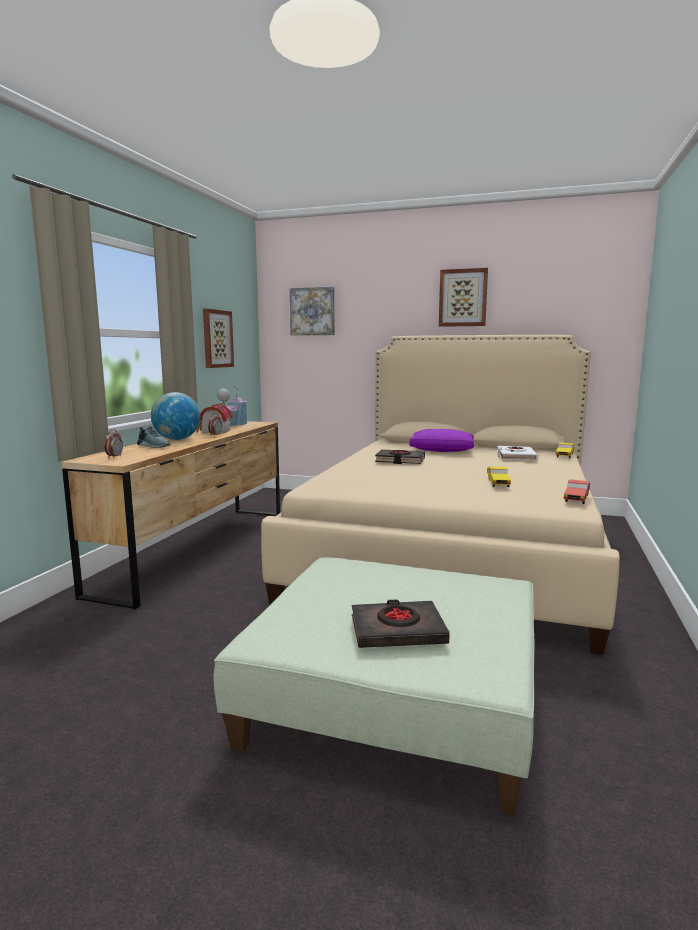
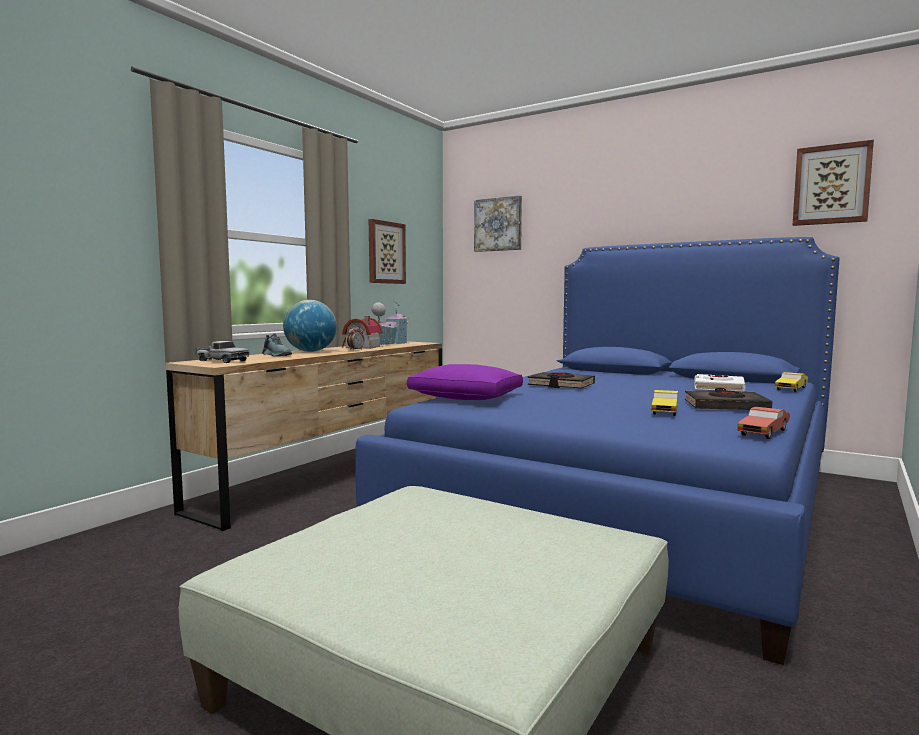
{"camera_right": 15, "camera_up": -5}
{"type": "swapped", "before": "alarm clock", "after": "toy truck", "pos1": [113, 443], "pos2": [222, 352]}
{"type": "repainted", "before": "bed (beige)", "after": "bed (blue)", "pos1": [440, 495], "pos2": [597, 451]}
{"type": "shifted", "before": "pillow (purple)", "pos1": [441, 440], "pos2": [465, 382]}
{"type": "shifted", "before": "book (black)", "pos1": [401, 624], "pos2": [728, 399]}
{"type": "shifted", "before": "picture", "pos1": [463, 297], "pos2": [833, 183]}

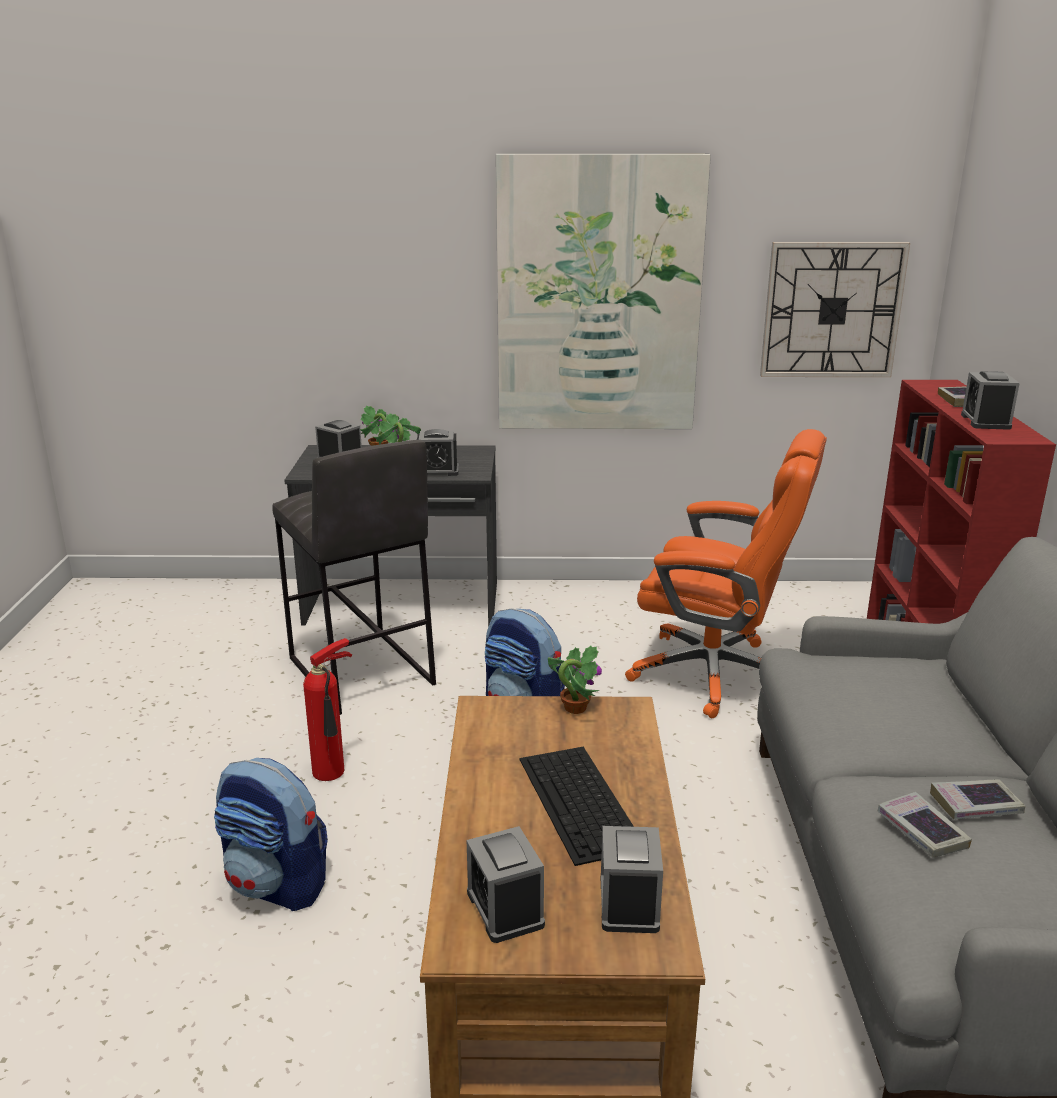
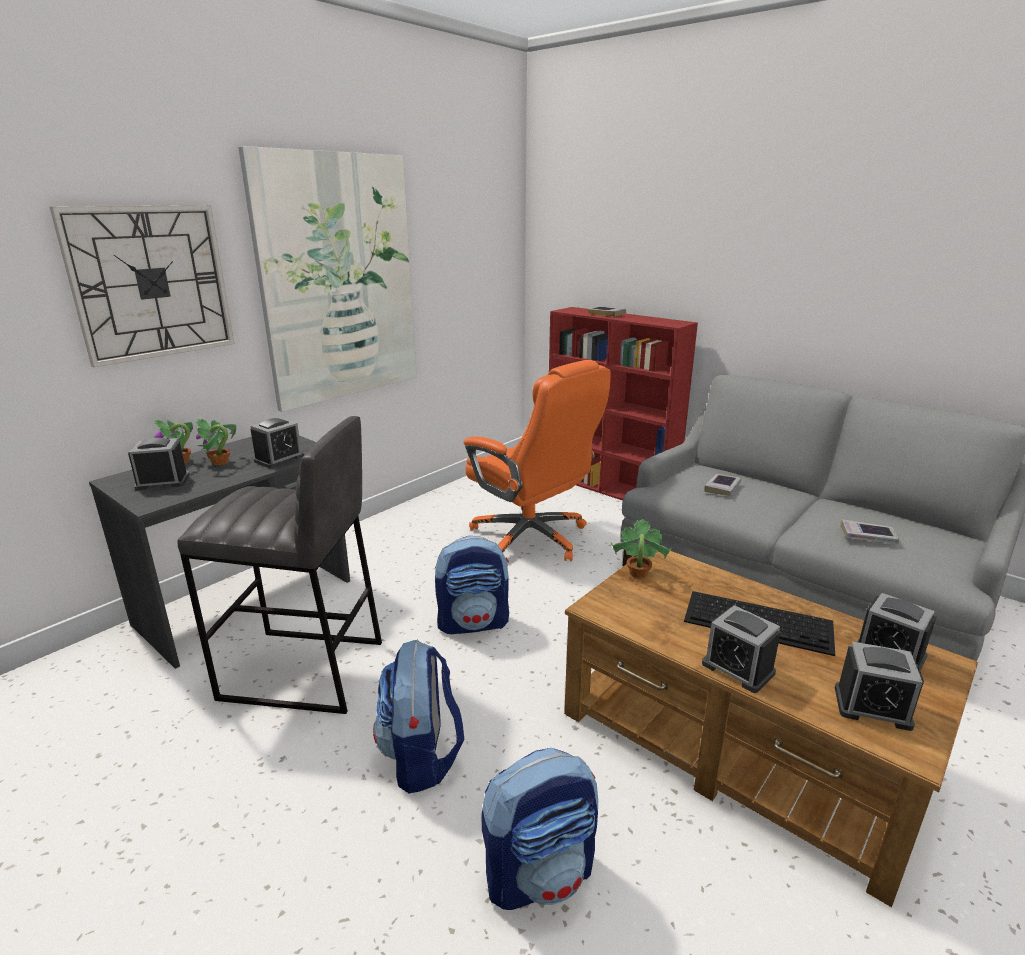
{"camera_right": -50, "camera_up": 0}
{"type": "shifted", "before": "wall clock", "pos1": [835, 309], "pos2": [142, 286]}
{"type": "swapped", "before": "fire extinguisher", "after": "backpack", "pos1": [327, 709], "pos2": [418, 716]}
{"type": "rotated", "before": "office chair (orange)", "pos1": [726, 573], "pos2": [537, 460], "turn": 75}
{"type": "shifted", "before": "alarm clock", "pos1": [990, 400], "pos2": [741, 649]}
{"type": "shifted", "before": "book", "pos1": [977, 799], "pos2": [722, 485]}

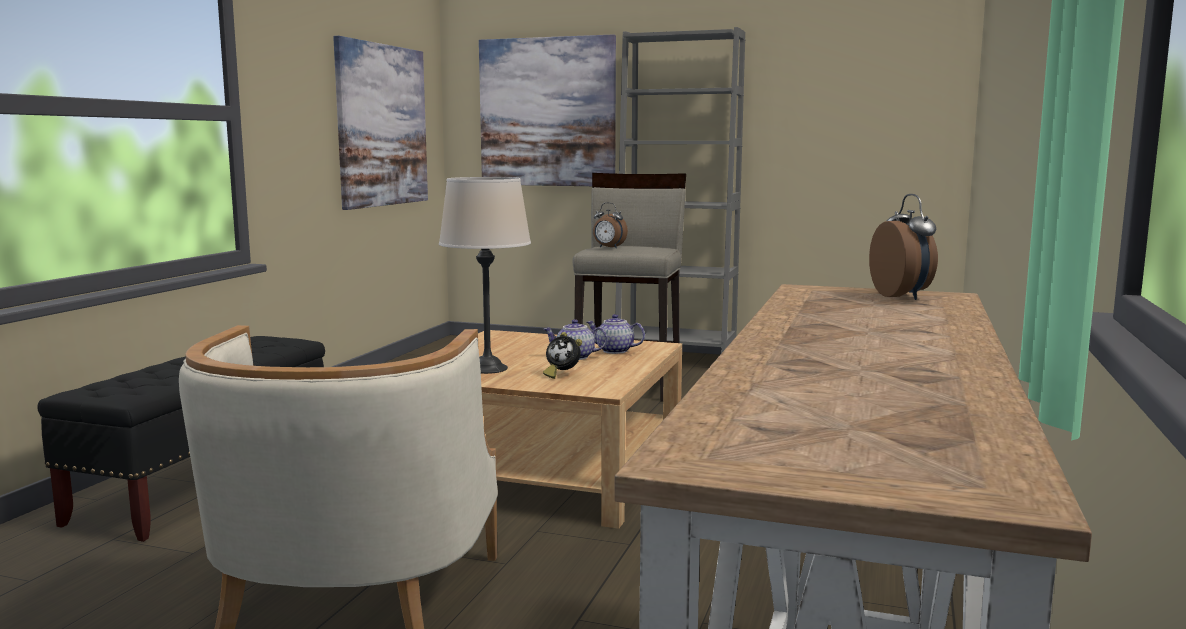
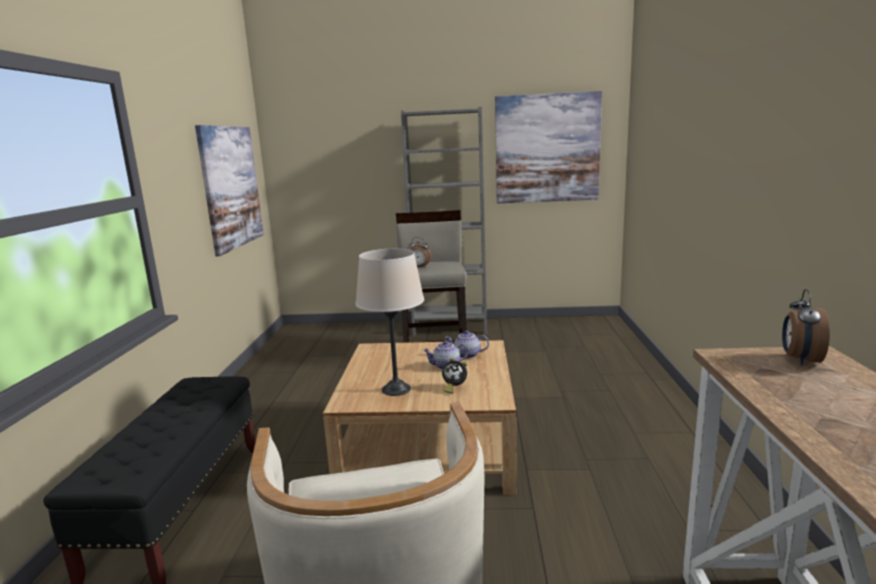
{"camera_right": -15, "camera_up": 5}
{"type": "shifted", "before": "picture", "pos1": [547, 110], "pos2": [548, 147]}
{"type": "rotated", "before": "alarm clock", "pos1": [903, 247], "pos2": [806, 327], "turn": -135}

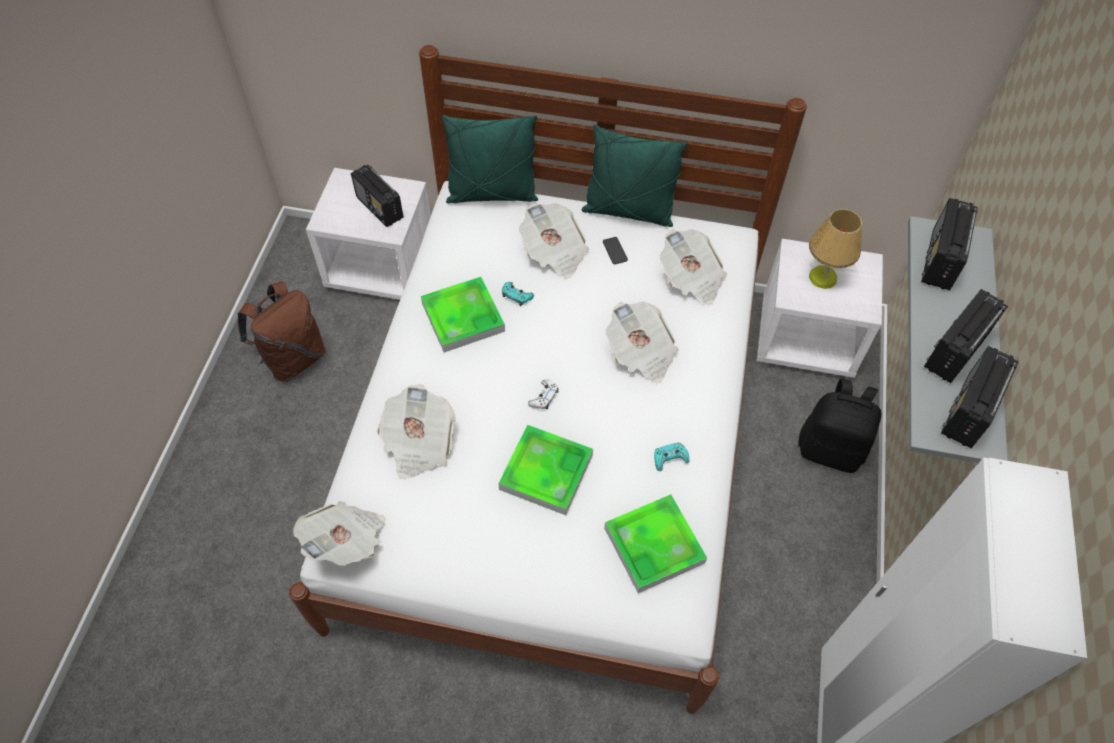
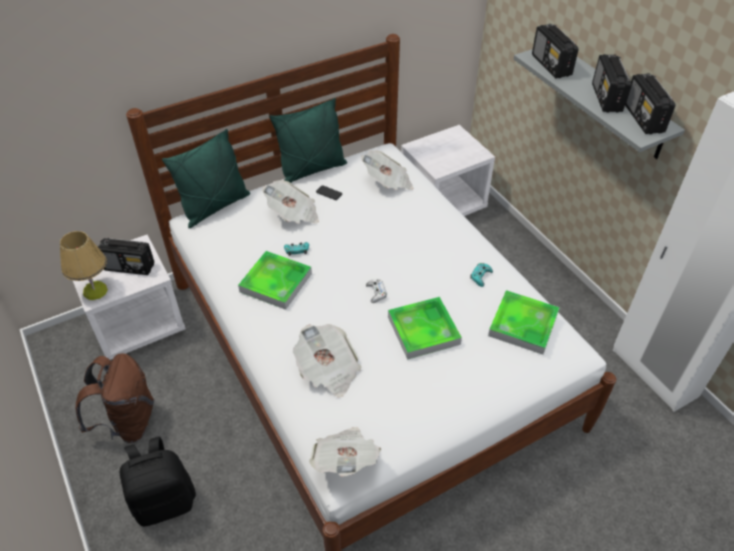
{"camera_right": -40, "camera_up": -10}
{"type": "shifted", "before": "table lamp", "pos1": [835, 249], "pos2": [84, 265]}
{"type": "shifted", "before": "backpack (black)", "pos1": [839, 426], "pos2": [158, 482]}
{"type": "gone", "before": "newspaper", "pos1": [642, 342]}

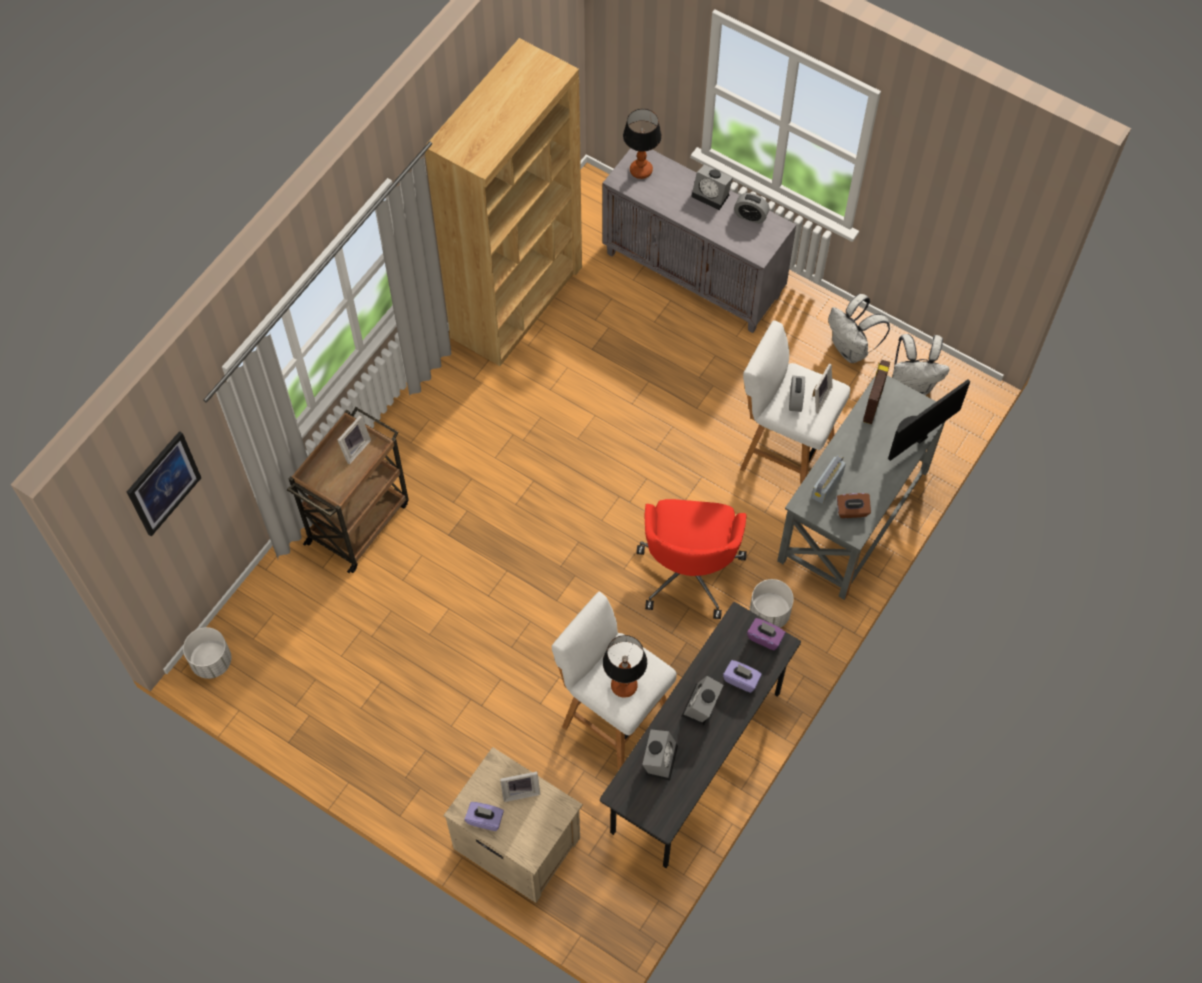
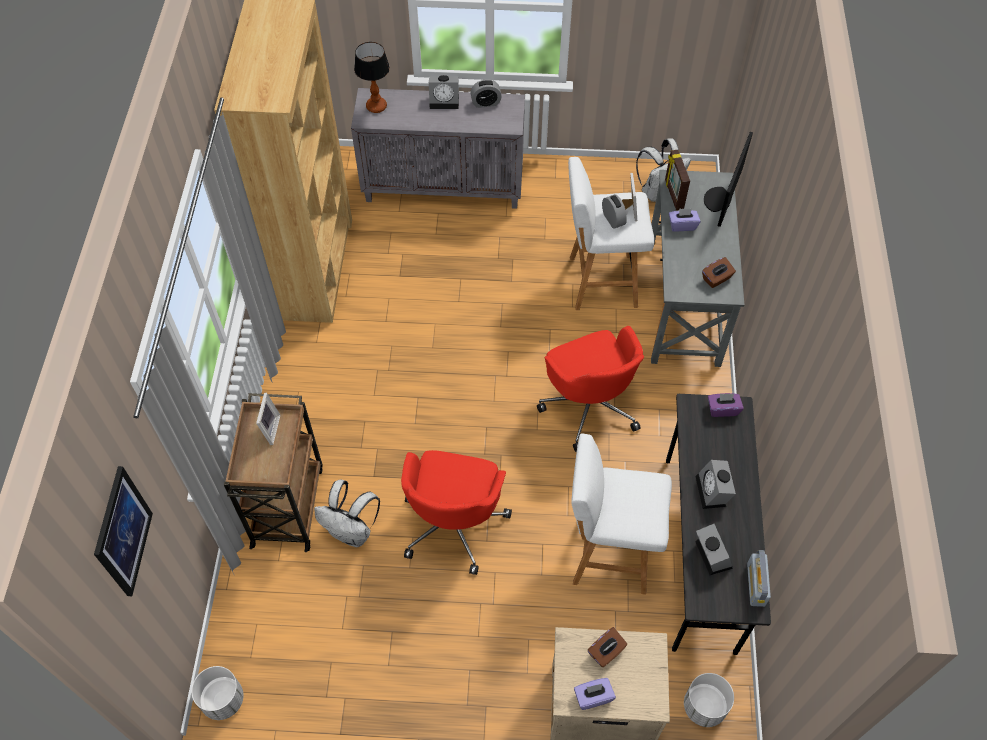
{"camera_right": -30, "camera_up": -5}
{"type": "shifted", "before": "backpack (white)", "pos1": [859, 328], "pos2": [347, 513]}
{"type": "new", "after": "office chair (red)", "pos2": [456, 512]}
{"type": "swapped", "before": "picture frame", "after": "tissue box (brown)", "pos1": [520, 787], "pos2": [607, 647]}
{"type": "shifted", "before": "tissue box (purple)", "pos1": [742, 676], "pos2": [684, 220]}
{"type": "shifted", "before": "planter (white)", "pos1": [772, 603], "pos2": [709, 700]}
{"type": "shifted", "before": "radio", "pos1": [828, 479], "pos2": [759, 578]}
{"type": "gone", "before": "table lamp", "pos1": [625, 666]}

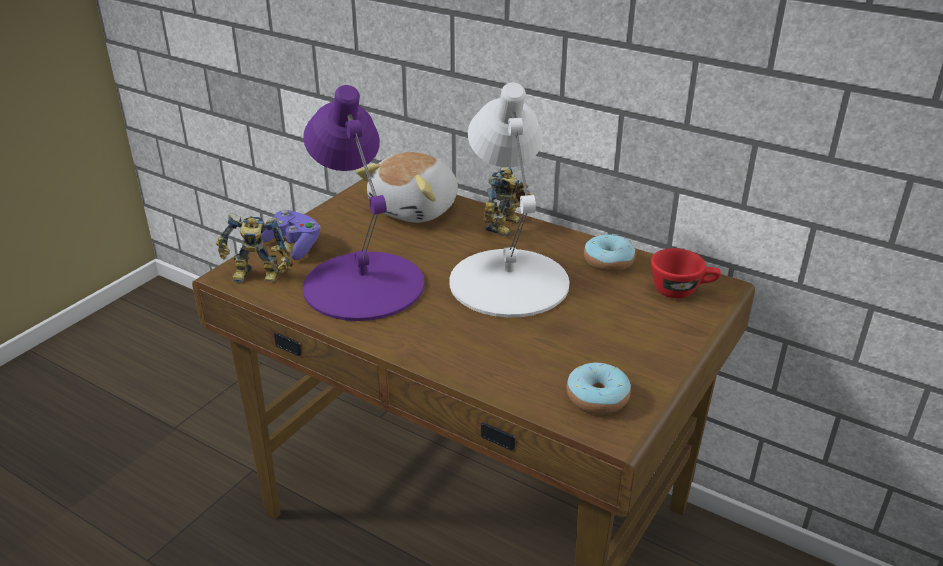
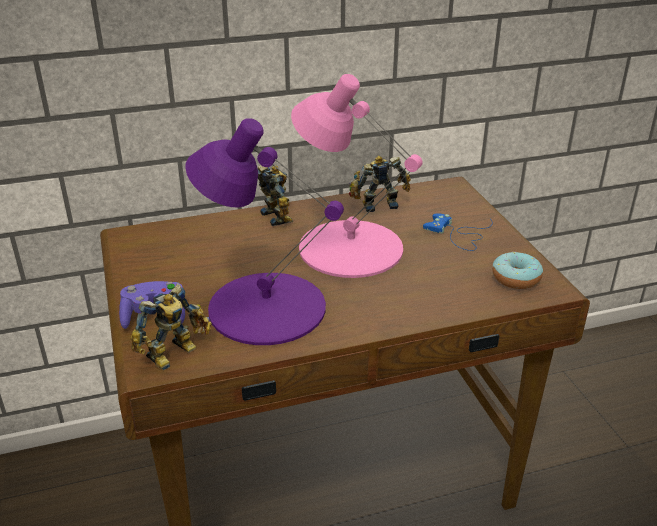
{"camera_right": -50, "camera_up": 0}
{"type": "repainted", "before": "table lamp (white)", "after": "table lamp (pink)", "pos1": [509, 199], "pos2": [357, 176]}
{"type": "swapped", "before": "donut", "after": "toy robot", "pos1": [609, 253], "pos2": [380, 184]}
{"type": "new", "after": "game controller (blue)", "pos2": [458, 232]}
{"type": "gone", "before": "plush toy", "pos1": [407, 187]}
{"type": "gone", "before": "cup (red)", "pos1": [686, 273]}

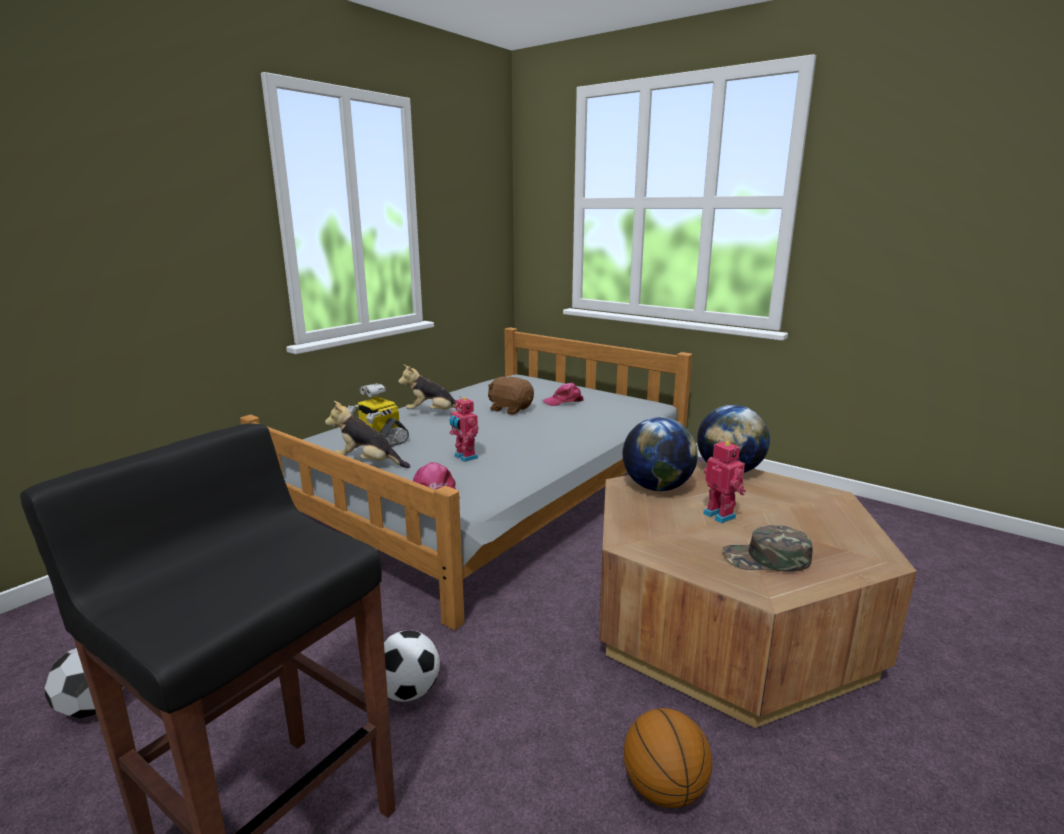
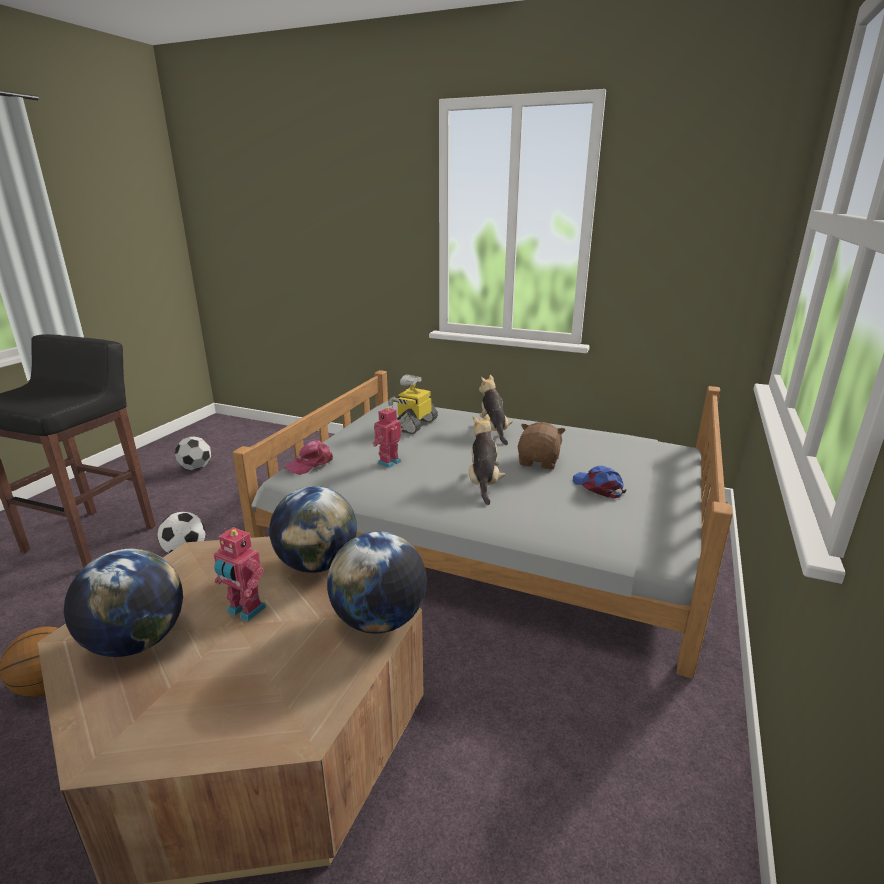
{"camera_right": 75, "camera_up": 5}
{"type": "swapped", "before": "cap (green)", "after": "globe", "pos1": [767, 548], "pos2": [123, 603]}
{"type": "rotated", "before": "toy robot", "pos1": [724, 481], "pos2": [240, 574], "turn": 75}
{"type": "shifted", "before": "plush toy", "pos1": [368, 434], "pos2": [487, 459]}
{"type": "repainted", "before": "cap (pink)", "after": "cap (blue)", "pos1": [563, 394], "pos2": [600, 482]}

